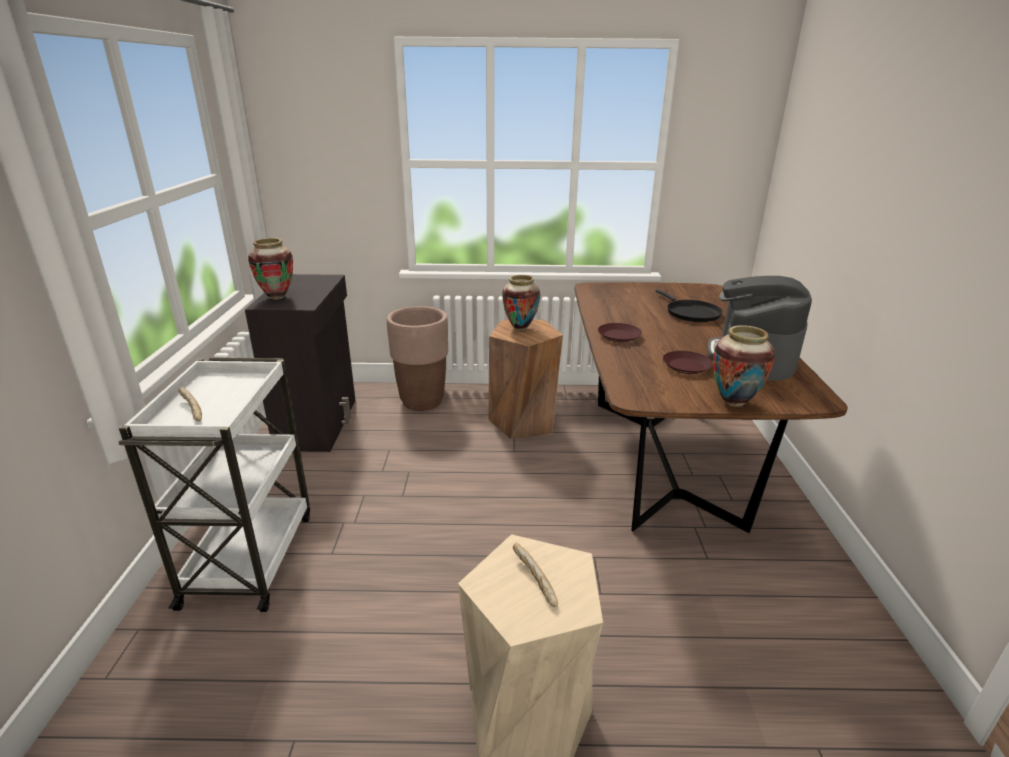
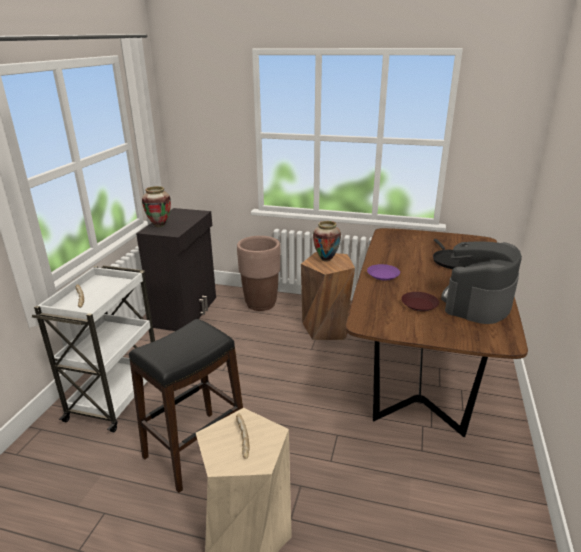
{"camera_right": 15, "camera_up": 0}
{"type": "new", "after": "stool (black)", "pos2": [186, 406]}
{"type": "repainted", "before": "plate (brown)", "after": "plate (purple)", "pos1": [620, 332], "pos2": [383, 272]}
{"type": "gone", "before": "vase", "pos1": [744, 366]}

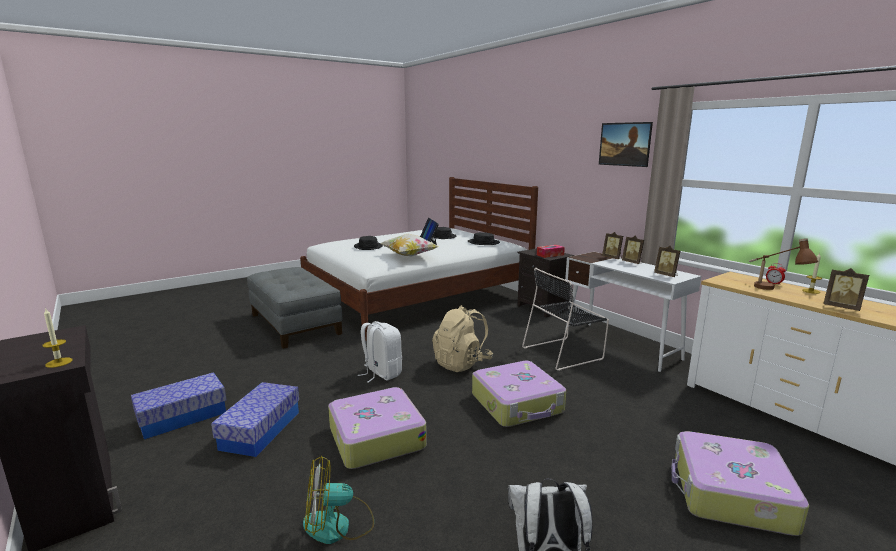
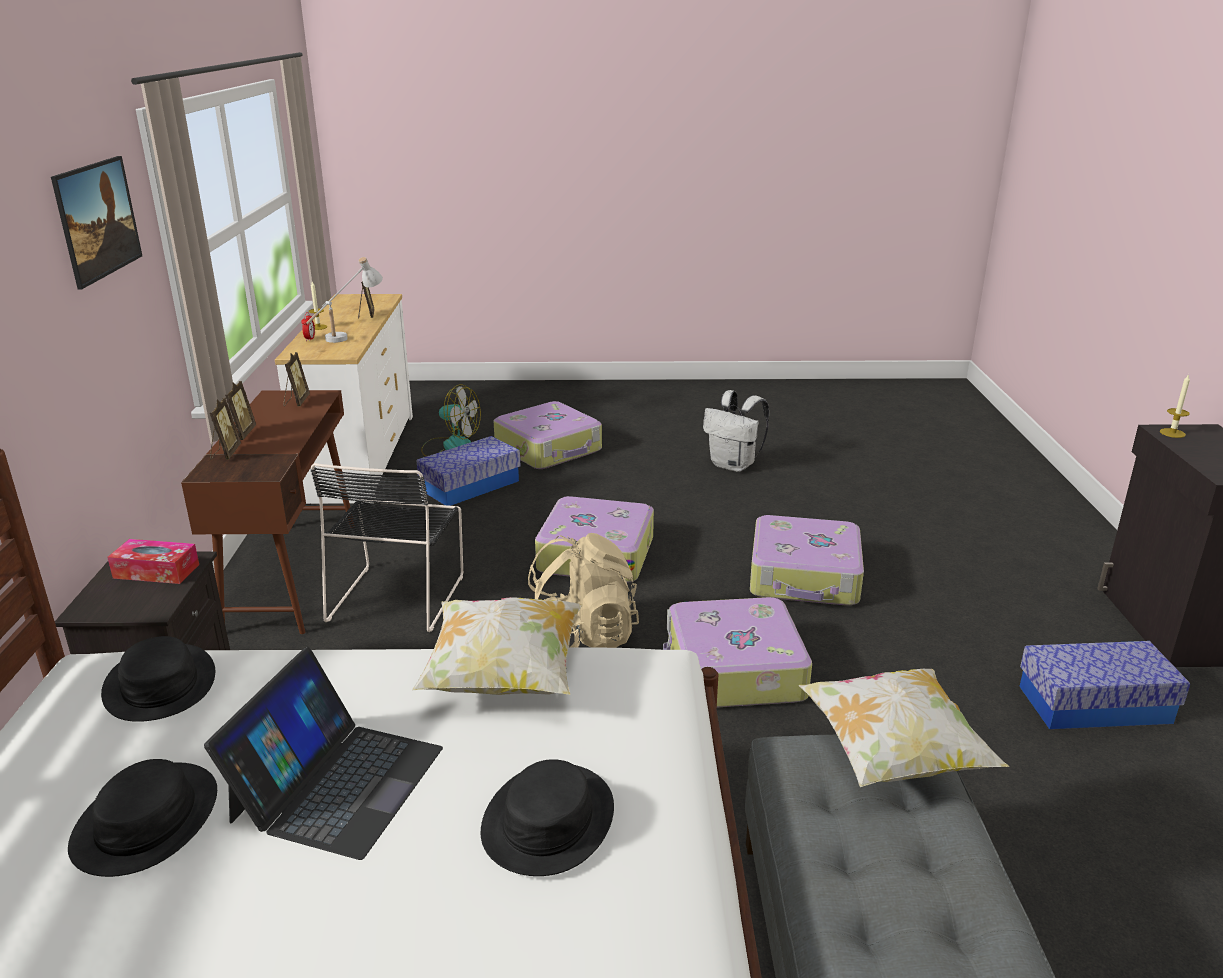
{"camera_right": -145, "camera_up": 10}
{"type": "repainted", "before": "desk (white)", "after": "desk (brown)", "pos1": [633, 312], "pos2": [267, 512]}
{"type": "repainted", "before": "table lamp (brown)", "after": "table lamp (white)", "pos1": [783, 264], "pos2": [344, 300]}
{"type": "rotated", "before": "chair (black)", "pos1": [565, 319], "pos2": [387, 547], "turn": 90}
{"type": "shifted", "before": "storage box", "pos1": [255, 419], "pos2": [468, 471]}
{"type": "shifted", "before": "fan", "pos1": [338, 500], "pos2": [451, 420]}
{"type": "swapped", "before": "backpack (white)", "after": "suitcase", "pos1": [380, 352], "pos2": [737, 652]}
{"type": "new", "after": "pillow", "pos2": [904, 728]}

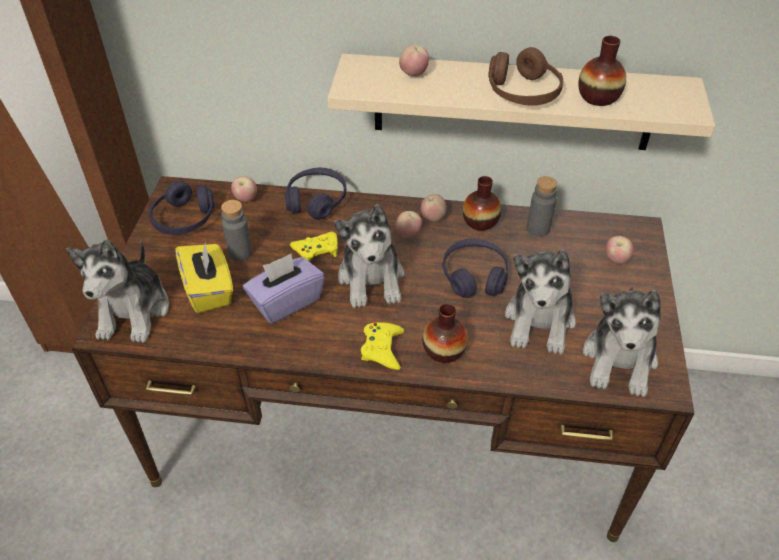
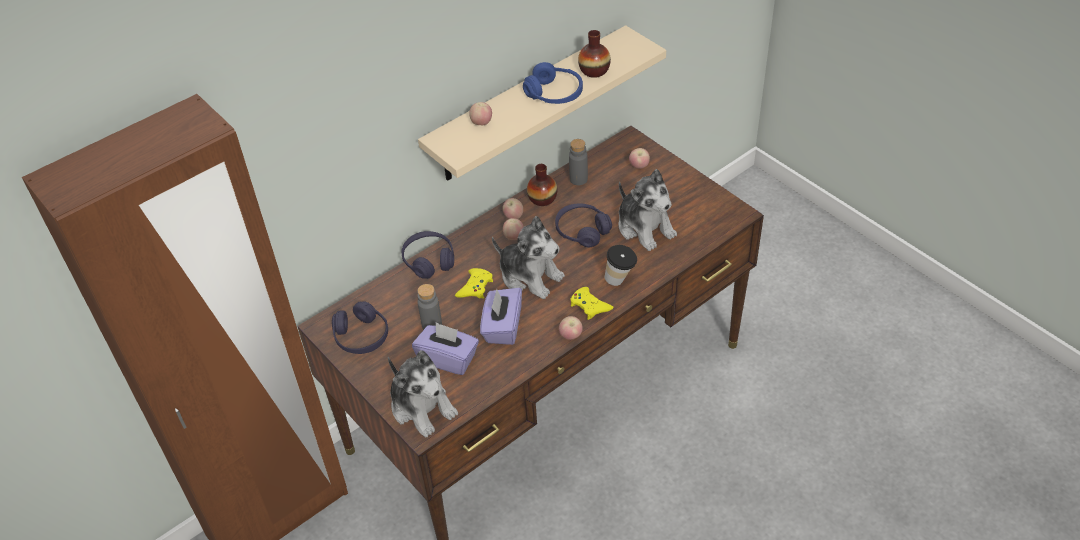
{"camera_right": -45, "camera_up": 0}
{"type": "repainted", "before": "tissue box (yellow)", "after": "tissue box (purple)", "pos1": [204, 277], "pos2": [445, 348]}
{"type": "repainted", "before": "headphones (brown)", "after": "headphones (blue)", "pos1": [525, 76], "pos2": [553, 83]}
{"type": "shifted", "before": "apple", "pos1": [244, 189], "pos2": [571, 328]}
{"type": "swapped", "before": "vase", "after": "cup", "pos1": [445, 333], "pos2": [621, 265]}
{"type": "gone", "before": "plush toy", "pos1": [622, 341]}

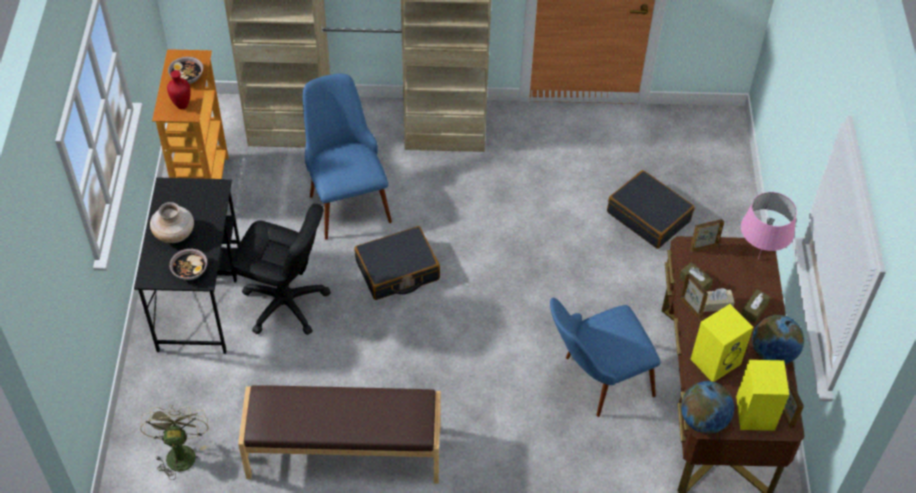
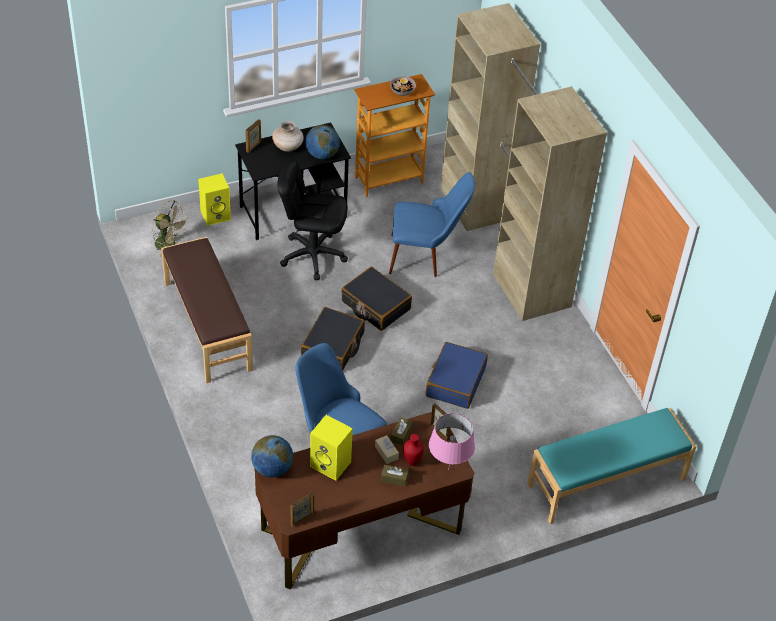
{"camera_right": 65, "camera_up": -5}
{"type": "rotated", "before": "fan (beige)", "pos1": [174, 442], "pos2": [170, 228], "turn": 60}
{"type": "shifted", "before": "speaker (yellow)", "pos1": [762, 395], "pos2": [214, 199]}
{"type": "shifted", "before": "picture frame", "pos1": [694, 296], "pos2": [253, 136]}
{"type": "rotated", "before": "office chair (black)", "pos1": [281, 269], "pos2": [312, 219], "turn": 105}
{"type": "shifted", "before": "suitcase (black)", "pos1": [651, 209], "pos2": [333, 339]}
{"type": "shifted", "before": "globe", "pos1": [778, 339], "pos2": [322, 142]}
{"type": "rotated", "before": "chair (blue)", "pos1": [347, 157], "pos2": [432, 224], "turn": 45}
{"type": "shifted", "before": "vase (red)", "pos1": [179, 89], "pos2": [413, 450]}
{"type": "new", "after": "suitcase (blue)", "pos2": [457, 375]}
{"type": "new", "after": "bench (turquoise)", "pos2": [612, 466]}
{"type": "gone", "before": "bowl", "pos1": [188, 264]}

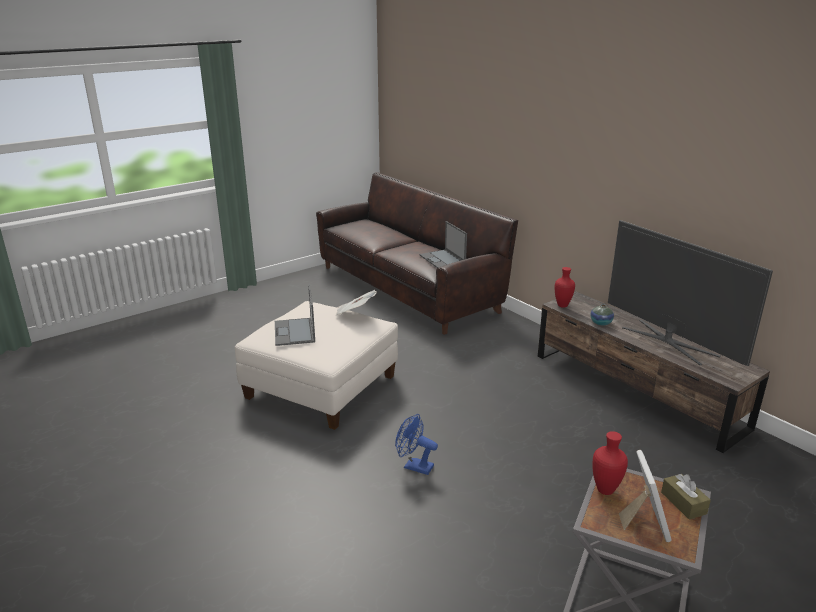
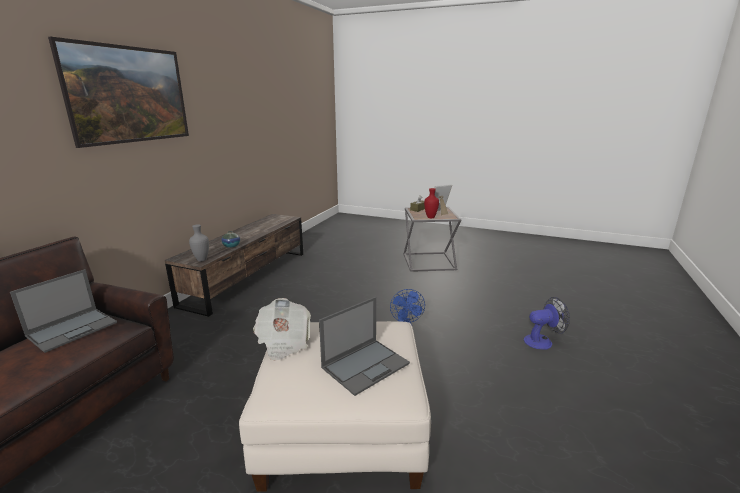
{"camera_right": -120, "camera_up": -5}
{"type": "new", "after": "picture", "pos2": [118, 92]}
{"type": "repainted", "before": "vase (red)", "after": "vase (grey)", "pos1": [565, 287], "pos2": [199, 242]}
{"type": "new", "after": "fan", "pos2": [547, 323]}
{"type": "gone", "before": "television", "pos1": [690, 293]}

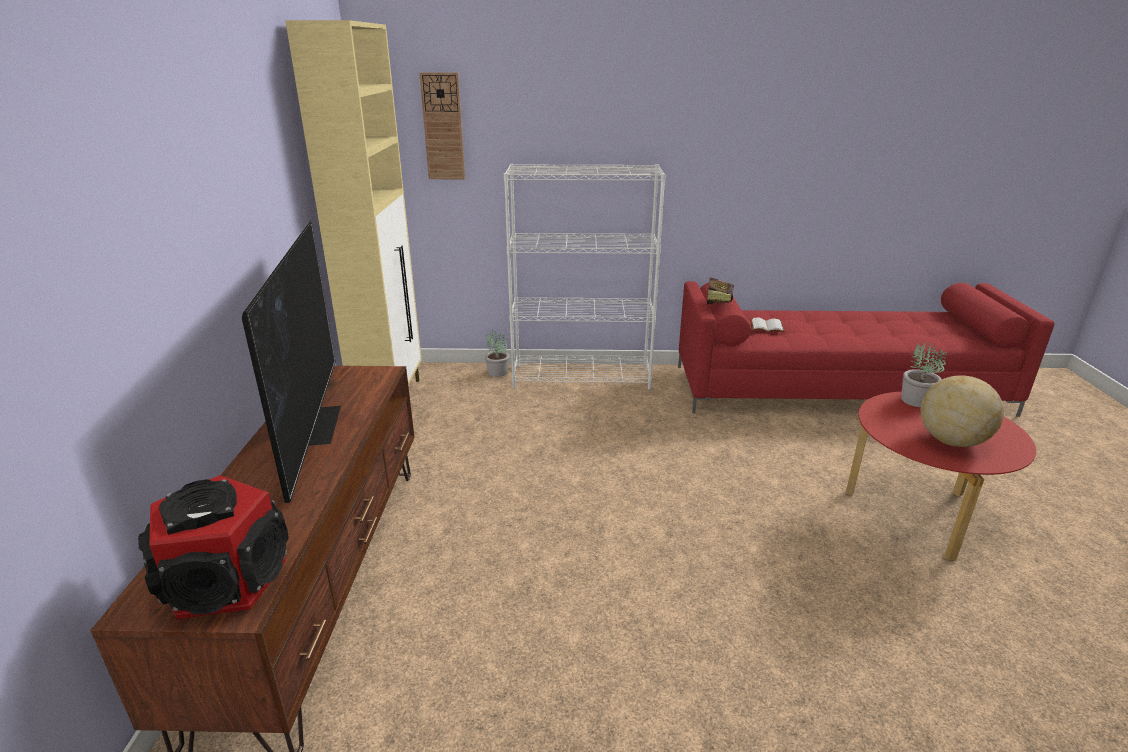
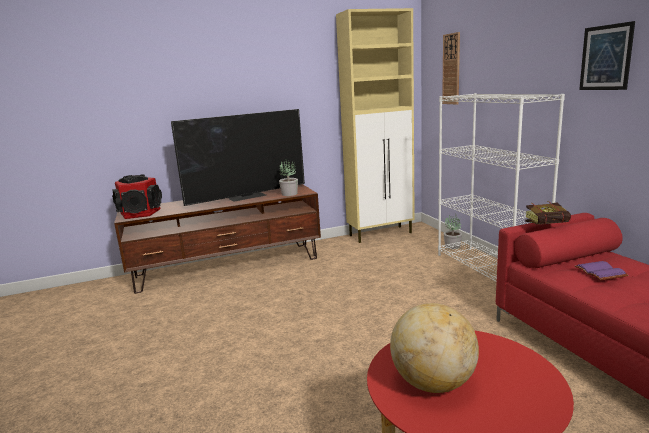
{"camera_right": 70, "camera_up": -10}
{"type": "shifted", "before": "potted plant", "pos1": [924, 374], "pos2": [288, 178]}
{"type": "repainted", "before": "book (white)", "after": "book (purple)", "pos1": [767, 325], "pos2": [601, 270]}
{"type": "new", "after": "picture", "pos2": [607, 55]}

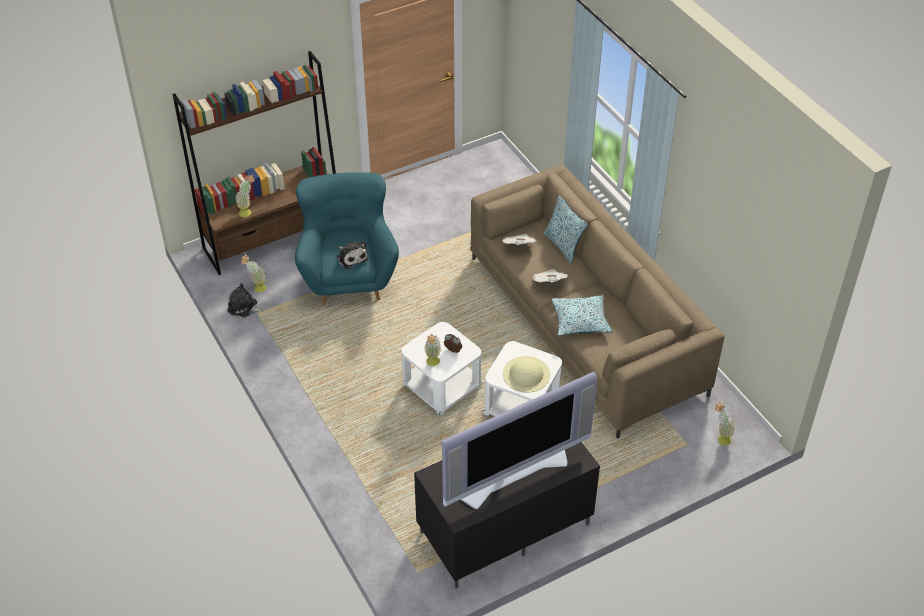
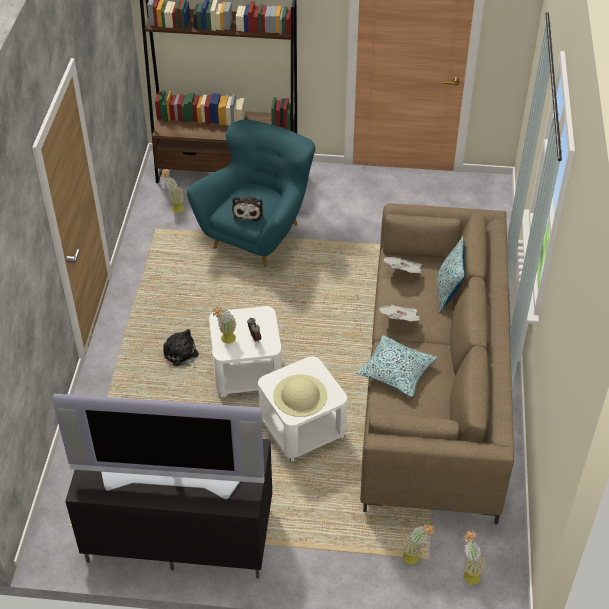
{"camera_right": 35, "camera_up": 0}
{"type": "shifted", "before": "plush toy", "pos1": [245, 300], "pos2": [181, 348]}
{"type": "shifted", "before": "potted plant", "pos1": [245, 196], "pos2": [419, 543]}

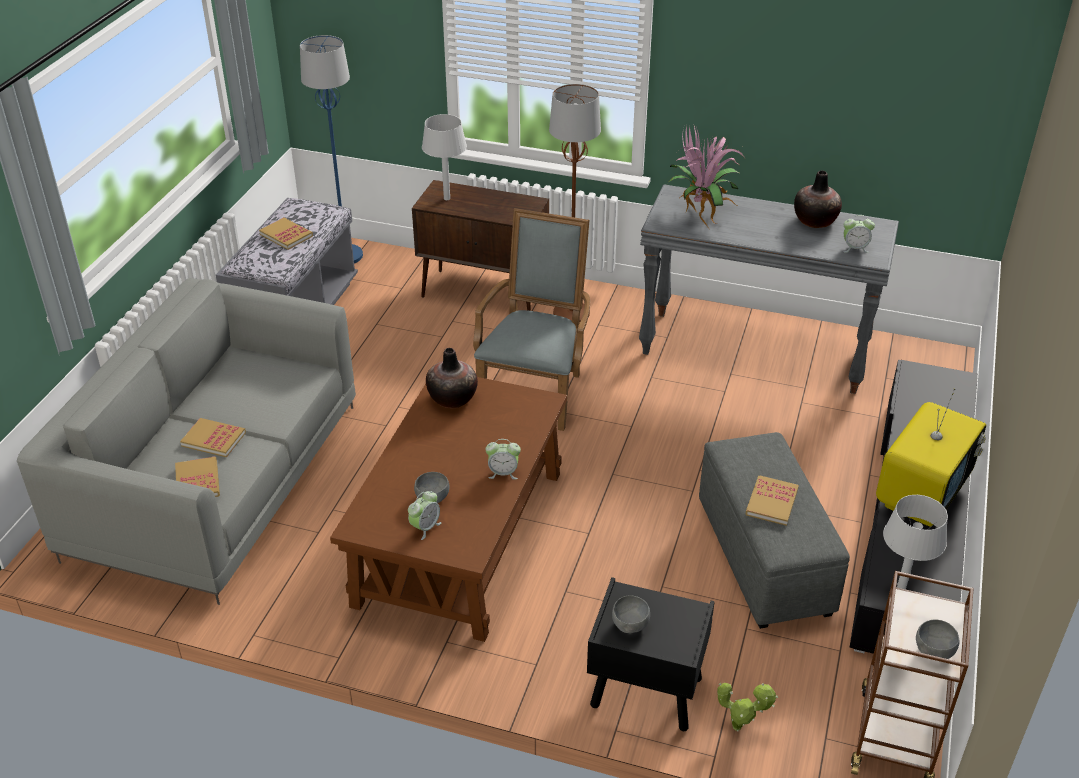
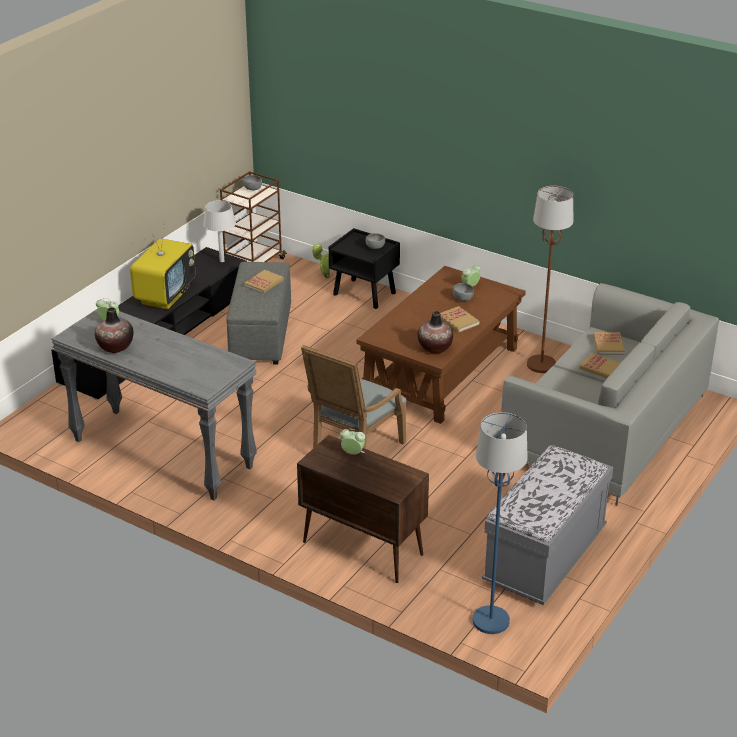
{"camera_right": -165, "camera_up": -5}
{"type": "rotated", "before": "television", "pos1": [931, 457], "pos2": [163, 266], "turn": 150}
{"type": "shifted", "before": "alarm clock", "pos1": [503, 459], "pos2": [352, 442]}
{"type": "shifted", "before": "book", "pos1": [286, 234], "pos2": [459, 319]}
{"type": "shifted", "before": "floor lamp (brown)", "pos1": [575, 202], "pos2": [550, 279]}
{"type": "gone", "before": "table lamp (grey)", "pos1": [444, 157]}
{"type": "gone", "before": "potted plant", "pos1": [706, 177]}

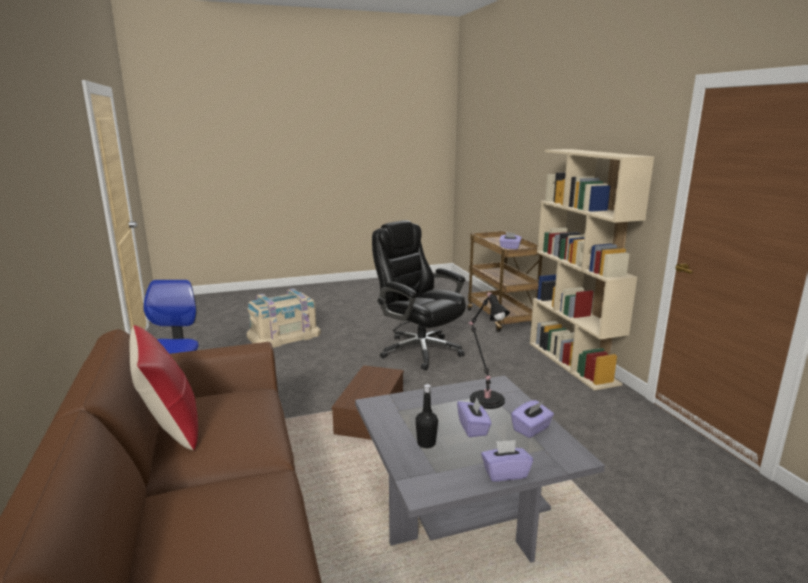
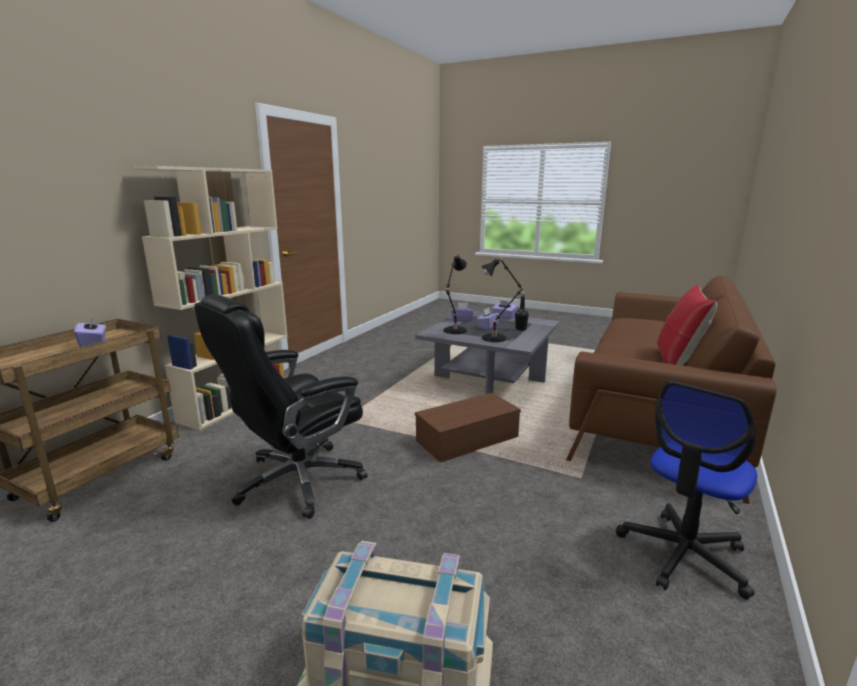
{"camera_right": -135, "camera_up": 0}
{"type": "rotated", "before": "office chair (black)", "pos1": [419, 295], "pos2": [281, 406], "turn": 45}
{"type": "new", "after": "table lamp (black)", "pos2": [502, 300]}

